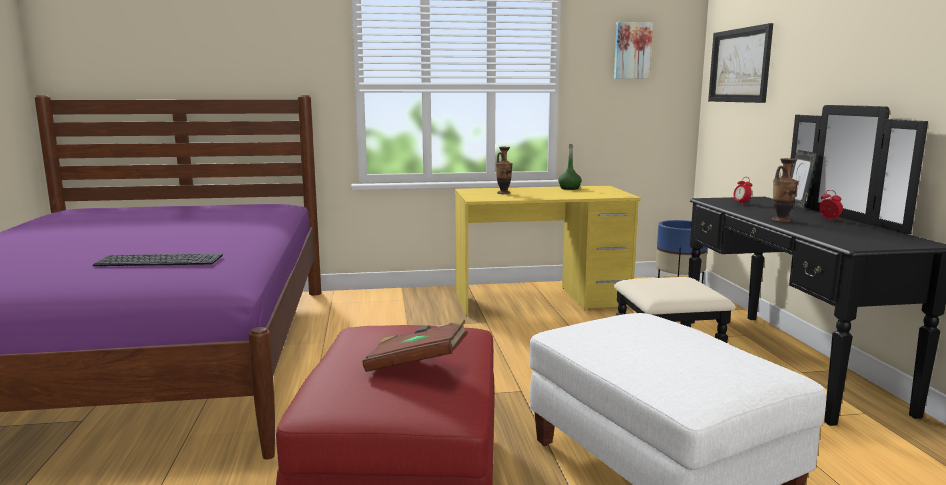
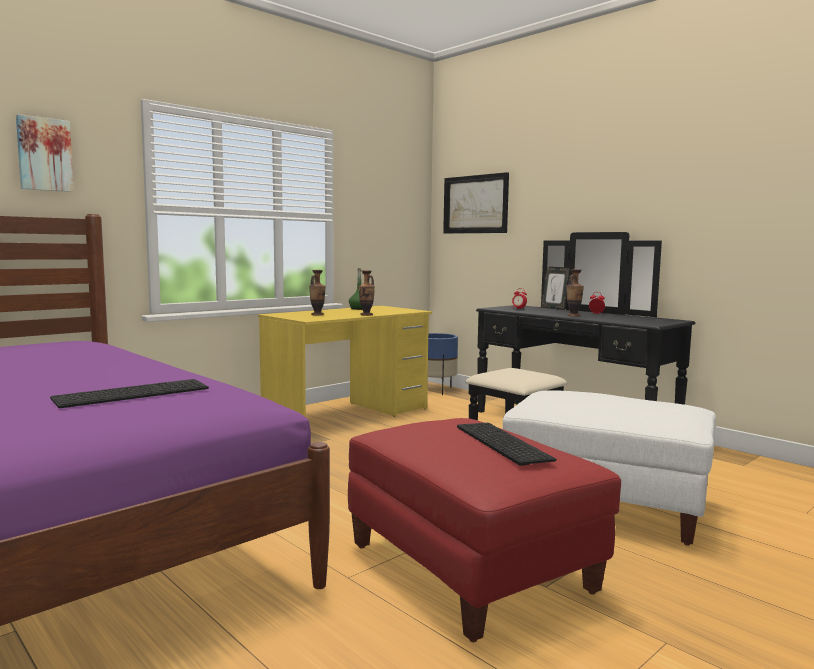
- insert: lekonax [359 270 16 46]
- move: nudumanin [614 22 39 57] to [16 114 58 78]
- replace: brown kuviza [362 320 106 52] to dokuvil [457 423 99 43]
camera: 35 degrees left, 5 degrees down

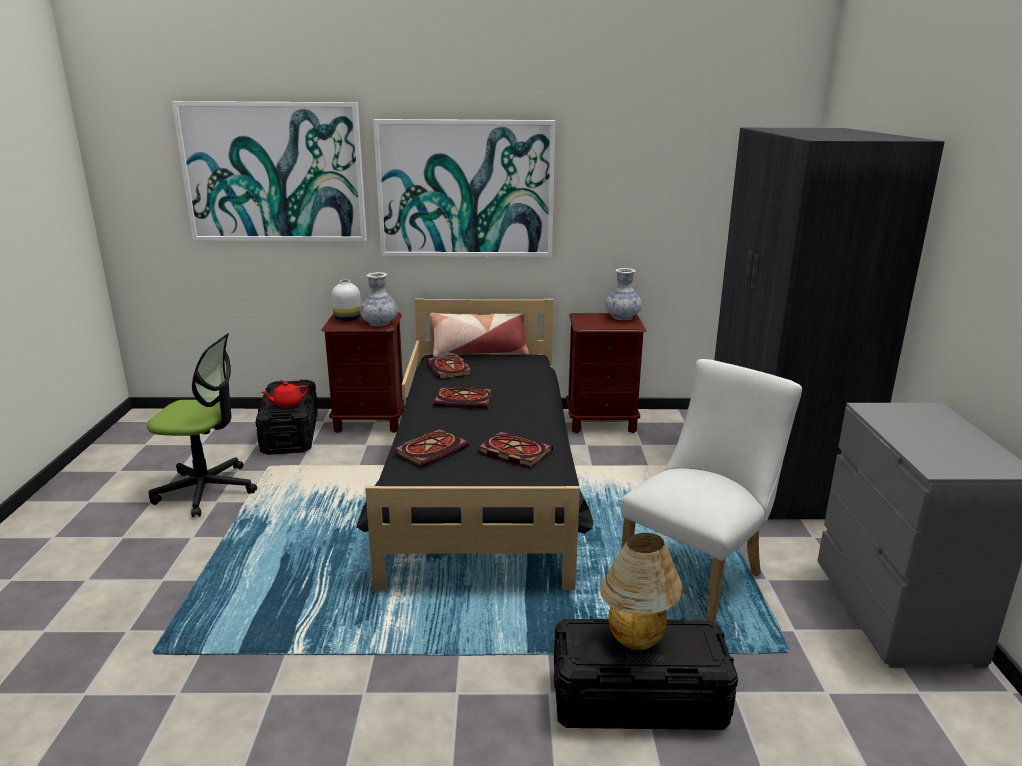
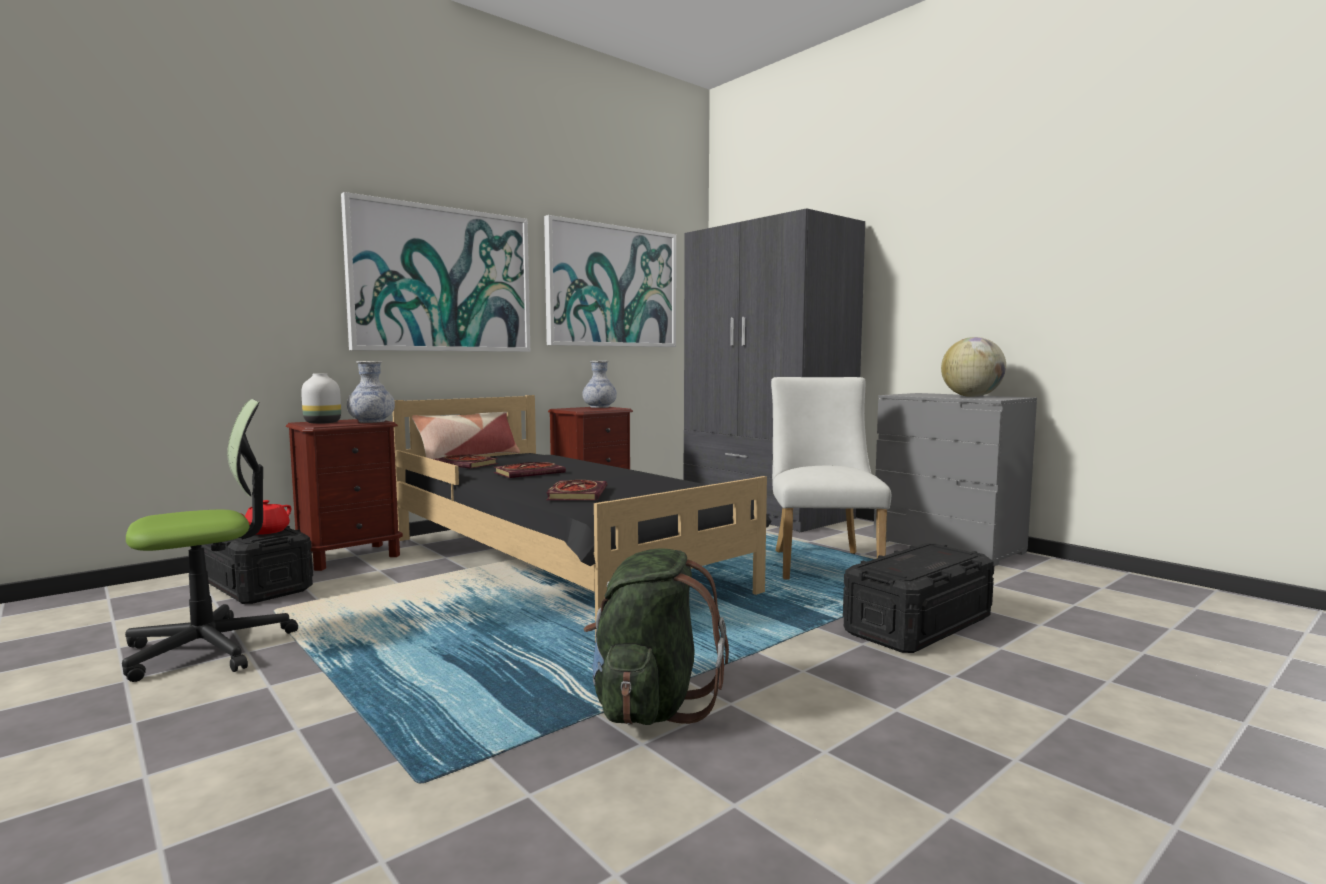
- delete: kuviza [478 431 75 37]
- delete: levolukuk [600 533 83 117]
- insert: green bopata [584 548 145 177]
- insert: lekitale [941 337 65 60]
- move: nudumanin [172 101 195 140] to [544 215 132 132]
camera: 40 degrees left, 15 degrees down

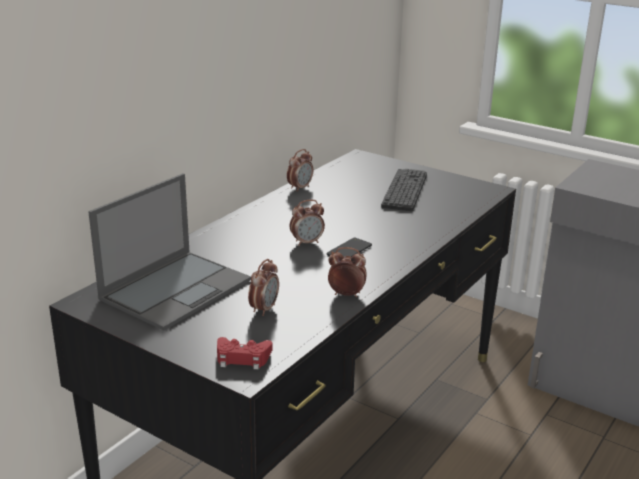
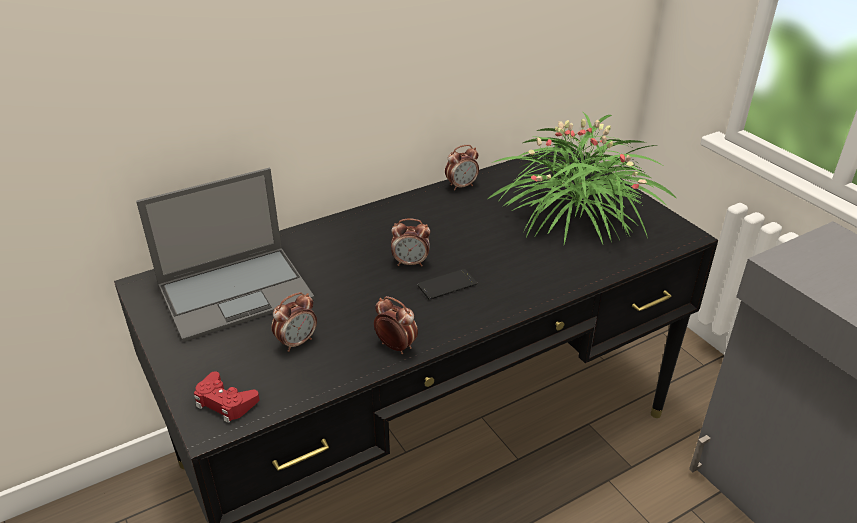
- replace: dokuvil [381 169 46 42] to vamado [488 111 189 133]
camera: 25 degrees right, 10 degrees up

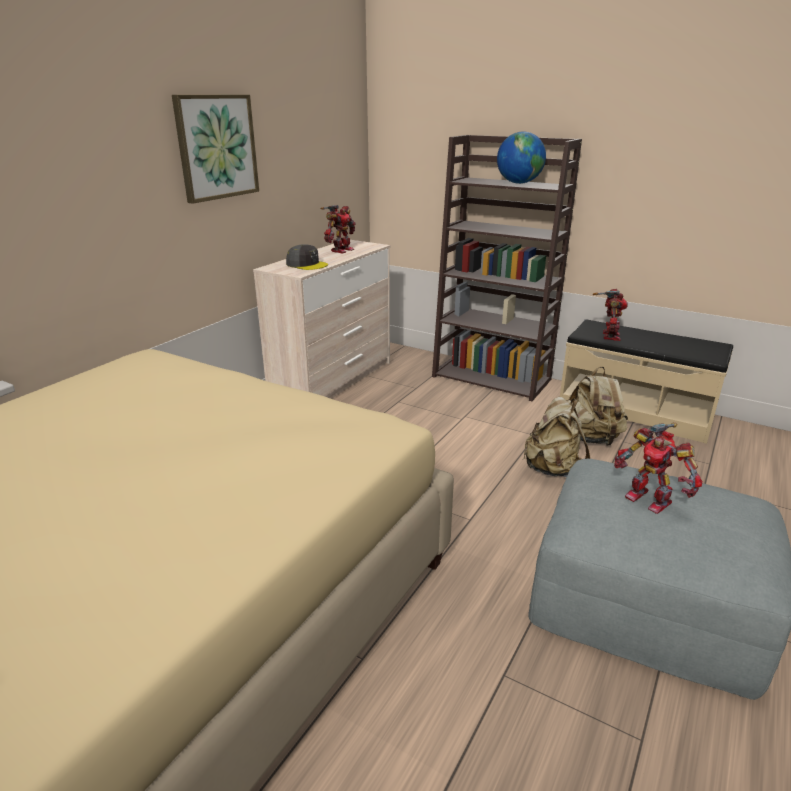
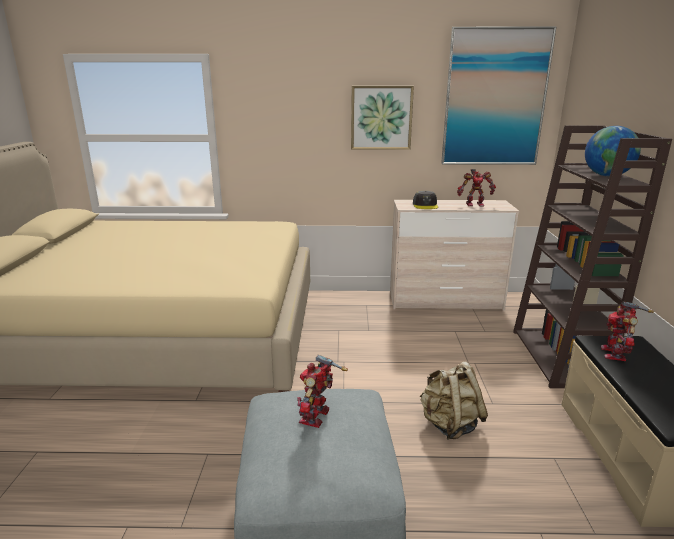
- delete: beige bopata [569 366 59 80]
- insert: nudumanin [441 26 115 139]
- rotate: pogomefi [593 289 34 52] = [601 301 53 60] 120 degrees clockwise
camera: 60 degrees right, 5 degrees down

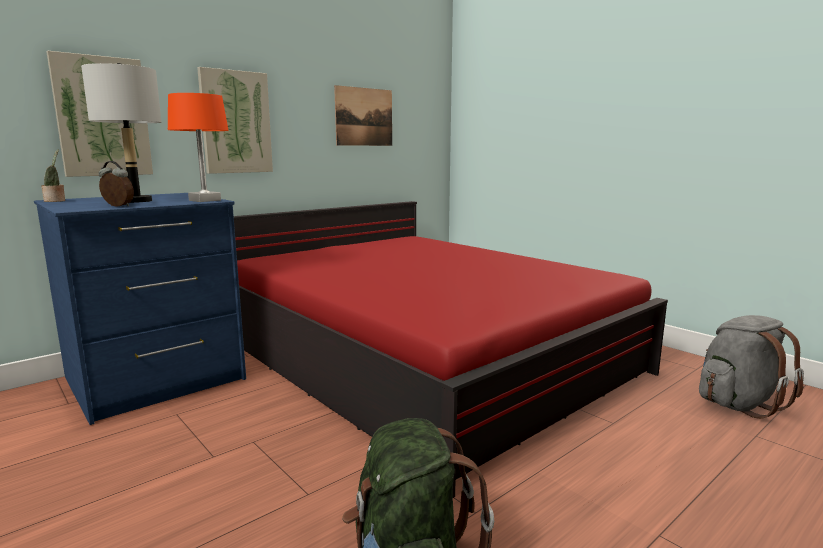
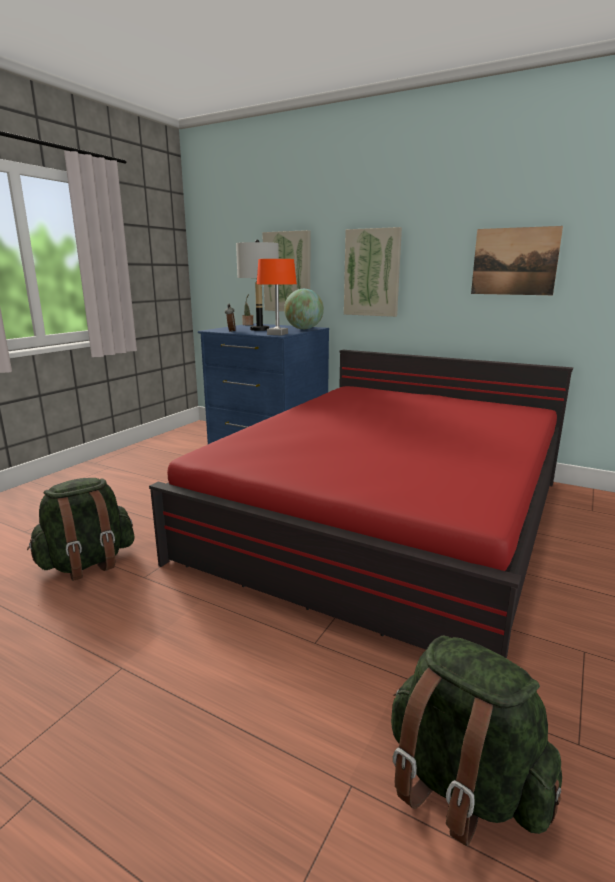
- insert: lekitale [284 289 40 40]
- recolor: grey bopata [699 315 105 104] to green bopata [391 635 171 211]
camera: 70 degrees right, 5 degrees up

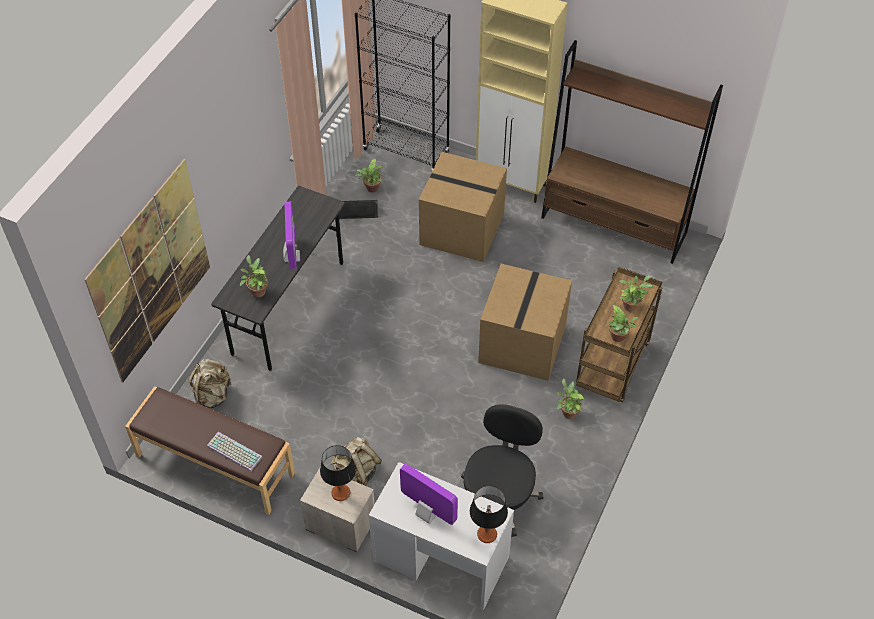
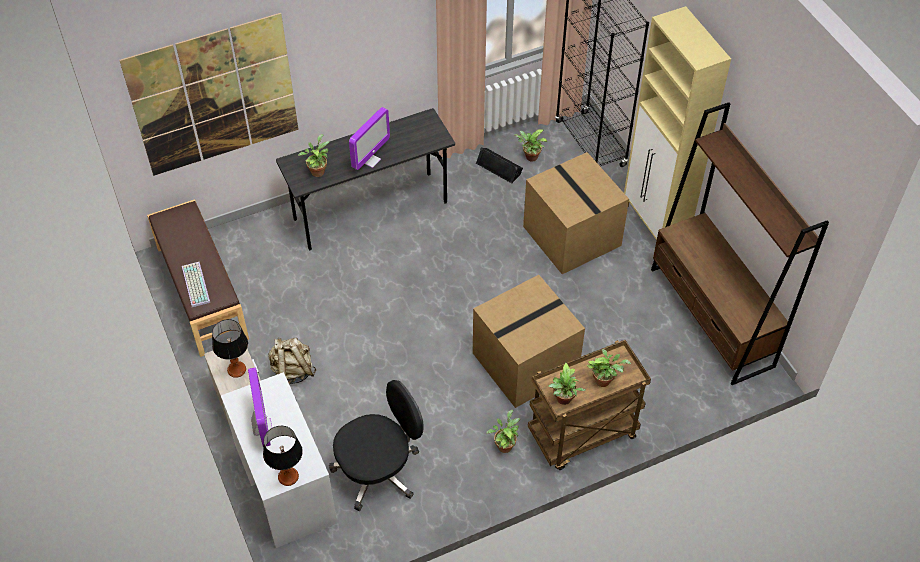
- delete: beige bopata [189 359 43 50]
camera: 40 degrees right, 0 degrees up

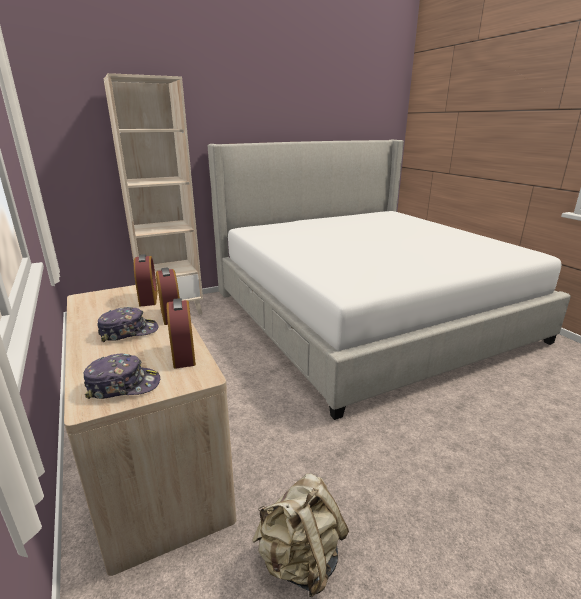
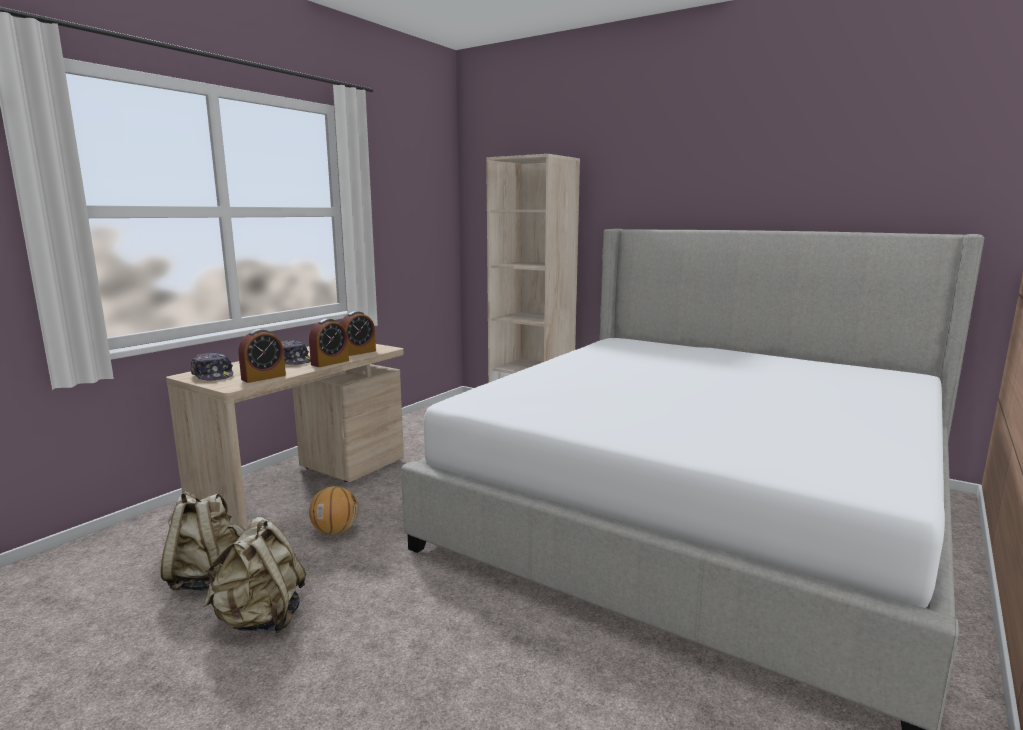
- insert: beige bopata [203 517 103 117]
- insert: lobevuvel [309 486 50 49]
camera: 60 degrees right, 10 degrees down

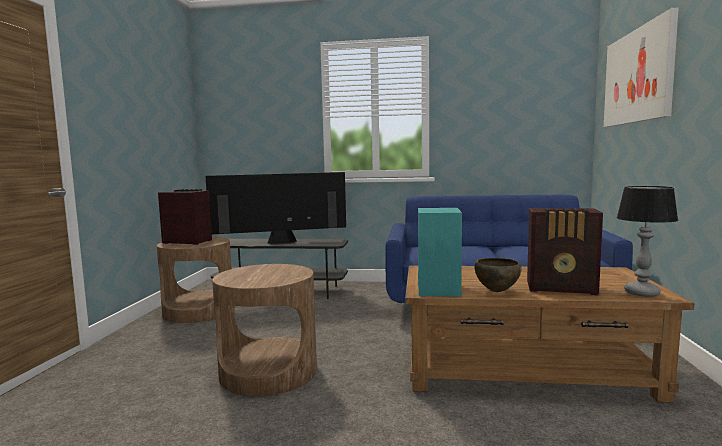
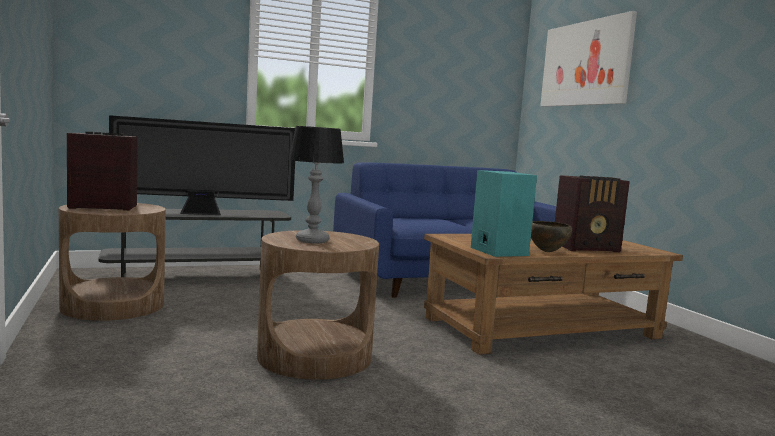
- move: levolukuk [617 186 61 111] to [288 126 56 117]
- rotate: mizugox [205 172 141 73] = [109 115 186 100] 150 degrees counterclockwise
camera: 30 degrees left, 0 degrees up

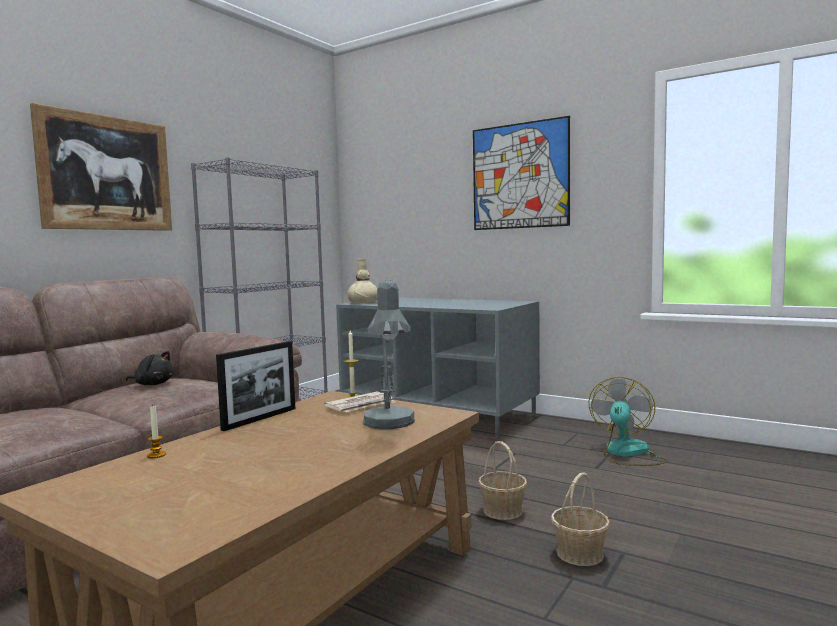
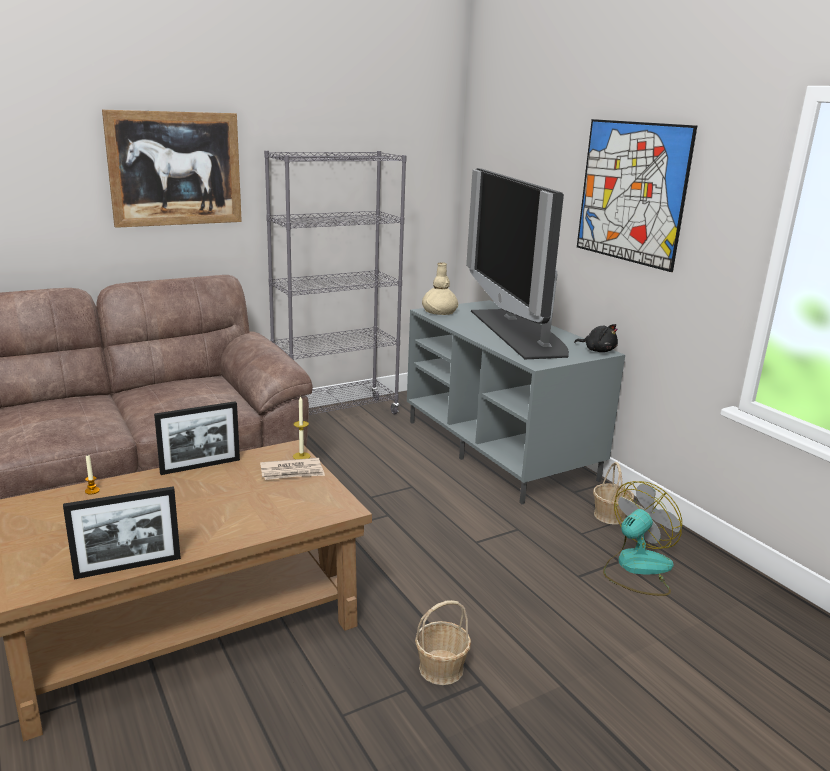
- delete: grey levolukuk [363 280 52 149]
- insert: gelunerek [63 486 118 93]
- insert: mizugox [466 168 103 191]
- move: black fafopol [126 351 48 34] to [574 324 44 28]
- move: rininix [478 441 49 79] to [593 462 41 63]
camera: 25 degrees right, 15 degrees up

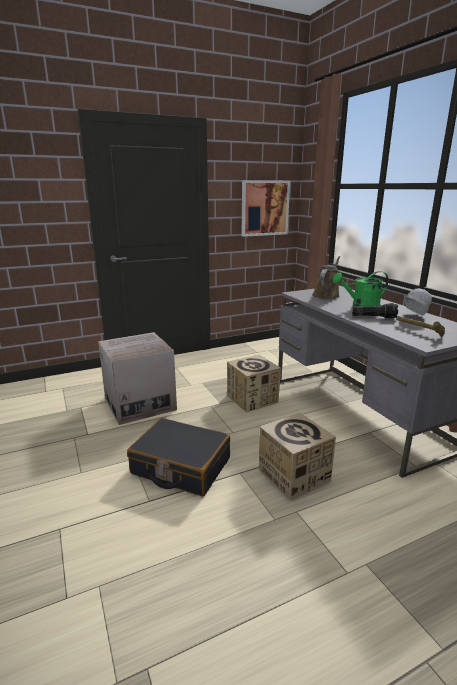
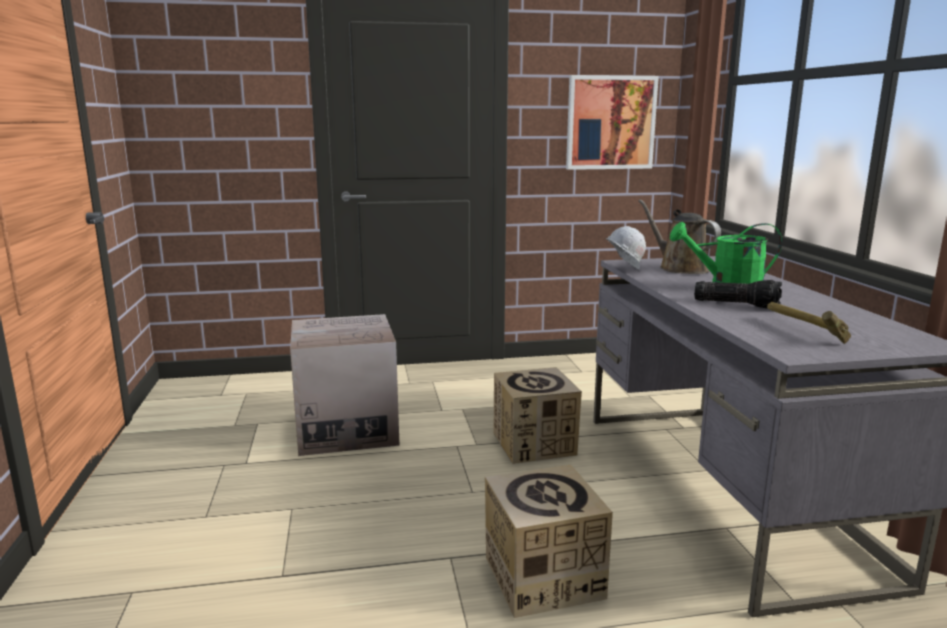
- delete: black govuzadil [127 418 103 78]
- move: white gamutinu [404 288 28 28] to [606 226 40 44]
- rotate: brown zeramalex [312 256 28 43] = [638 199 83 75] 75 degrees counterclockwise
camera: 15 degrees right, 5 degrees down

